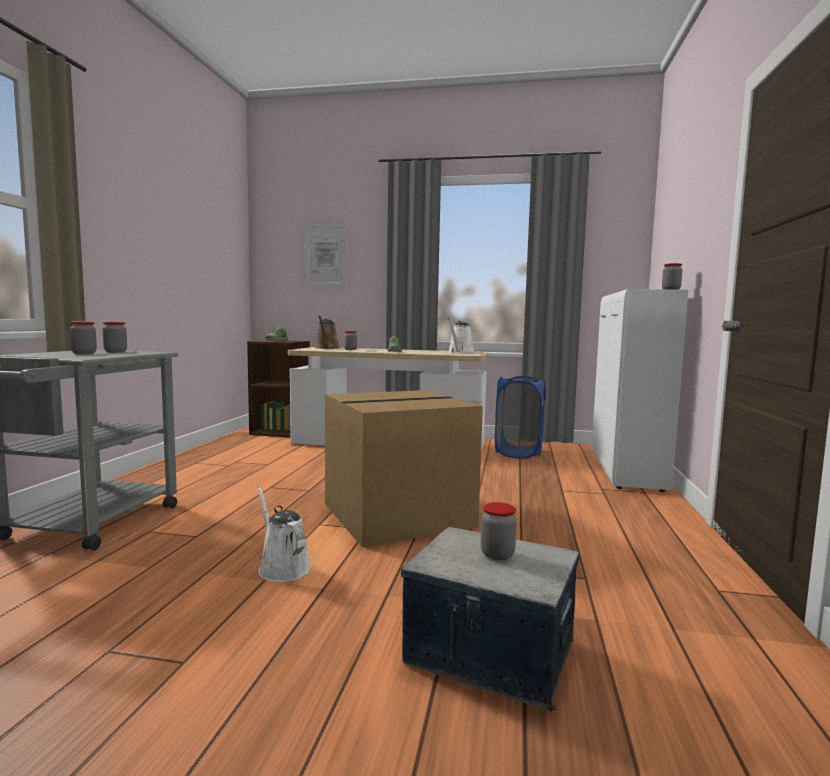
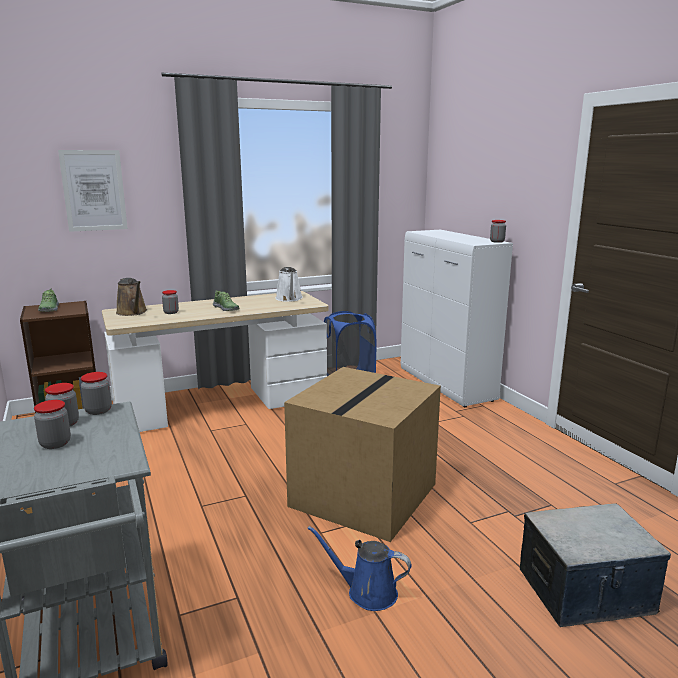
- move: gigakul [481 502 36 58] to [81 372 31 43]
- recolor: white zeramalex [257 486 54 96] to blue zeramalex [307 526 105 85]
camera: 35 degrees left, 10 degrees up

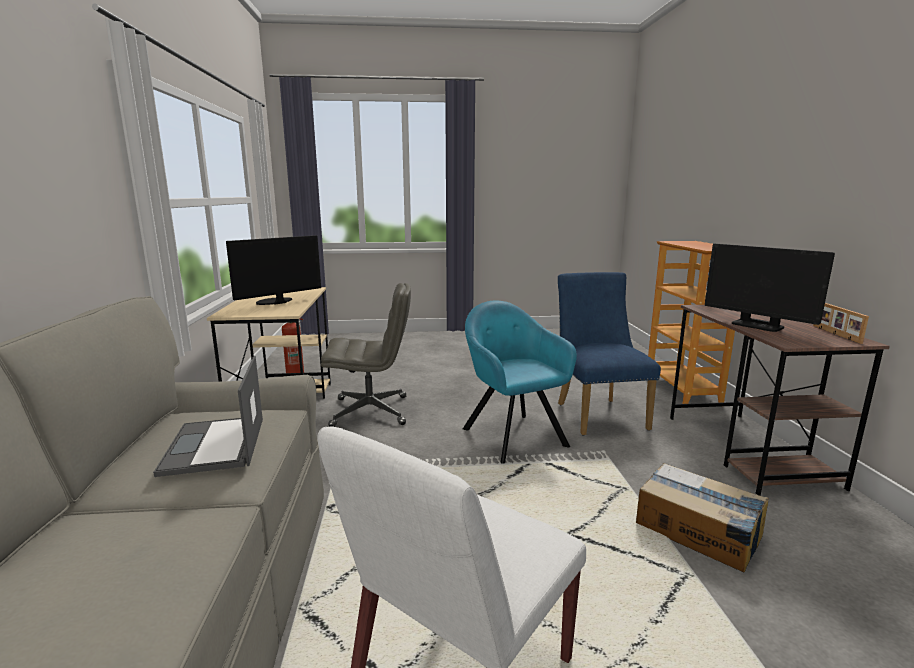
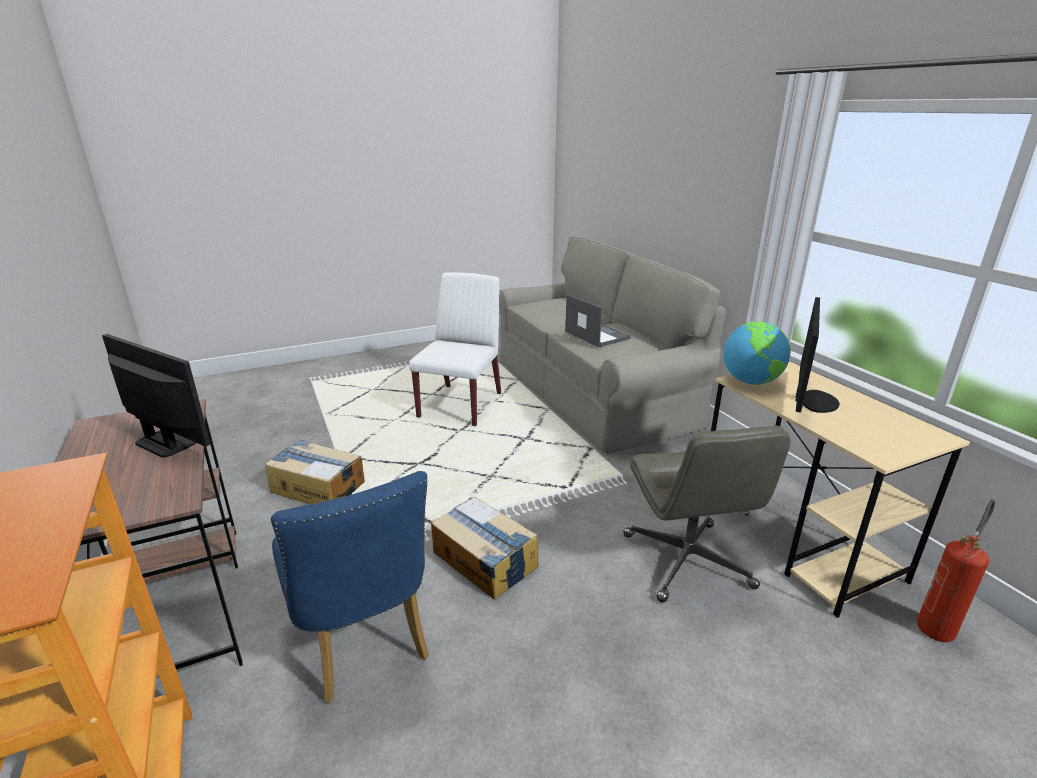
- delete: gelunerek [813 303 56 41]
- insert: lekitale [723 321 68 64]
- replace: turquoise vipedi [463 301 114 163] to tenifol [431 497 108 103]
- rotate: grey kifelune [321 283 90 144] = [623 426 168 176] 75 degrees counterclockwise
camera: 160 degrees right, 10 degrees up

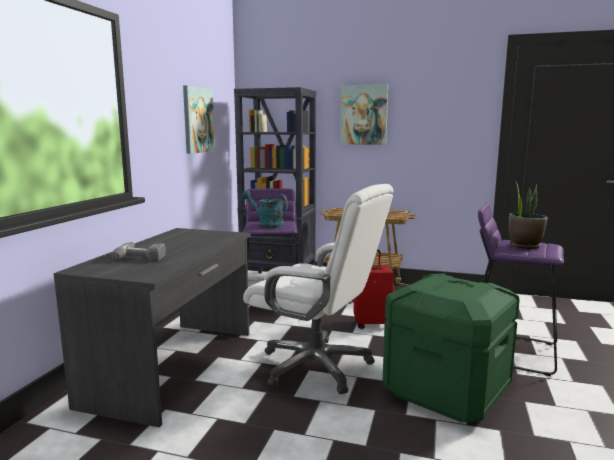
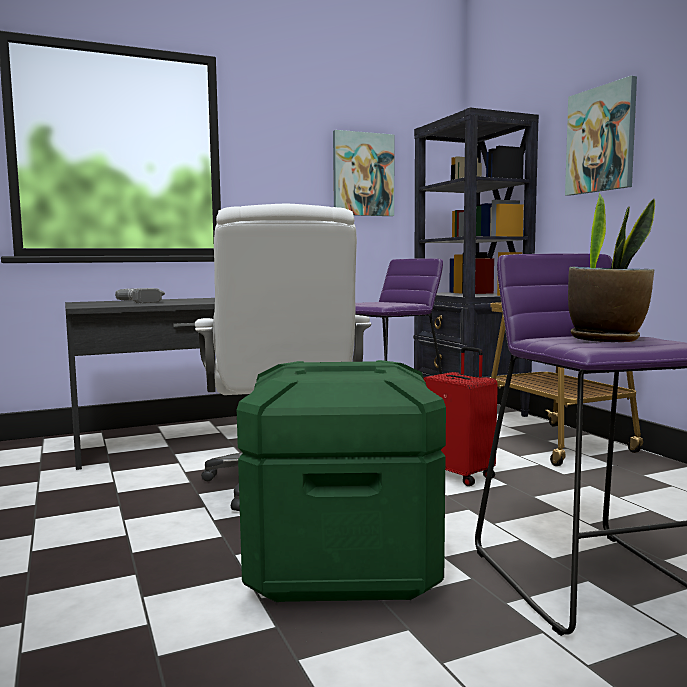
- delete: turquoise zeramalex [242 190 46 38]
camera: 50 degrees right, 5 degrees down

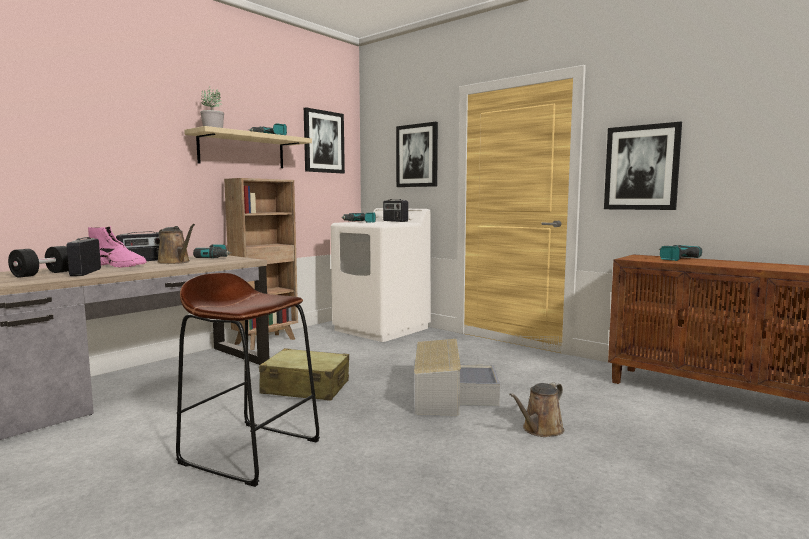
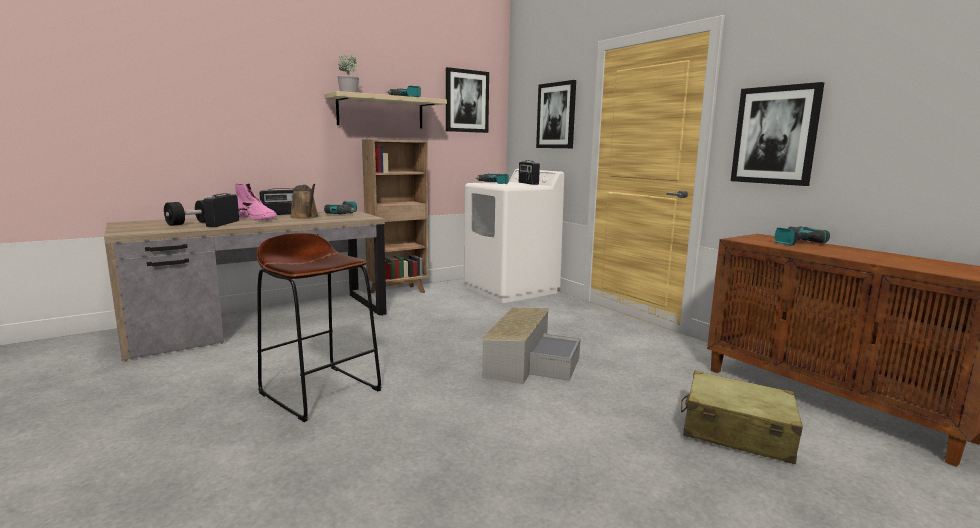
- delete: brown zeramalex [509 382 55 55]
- move: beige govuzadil [259 348 90 53] to [681 371 122 93]
camera: 15 degrees right, 5 degrees up

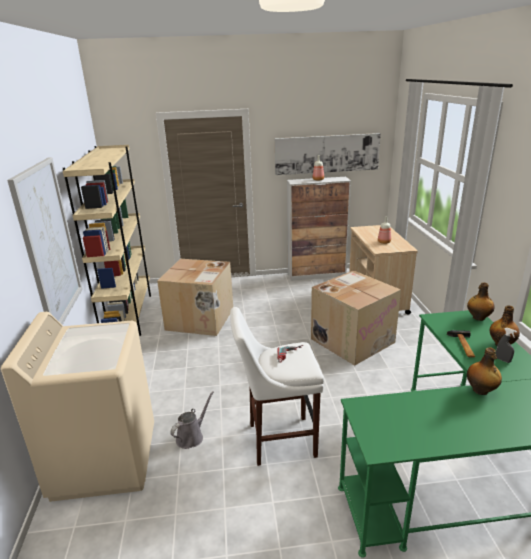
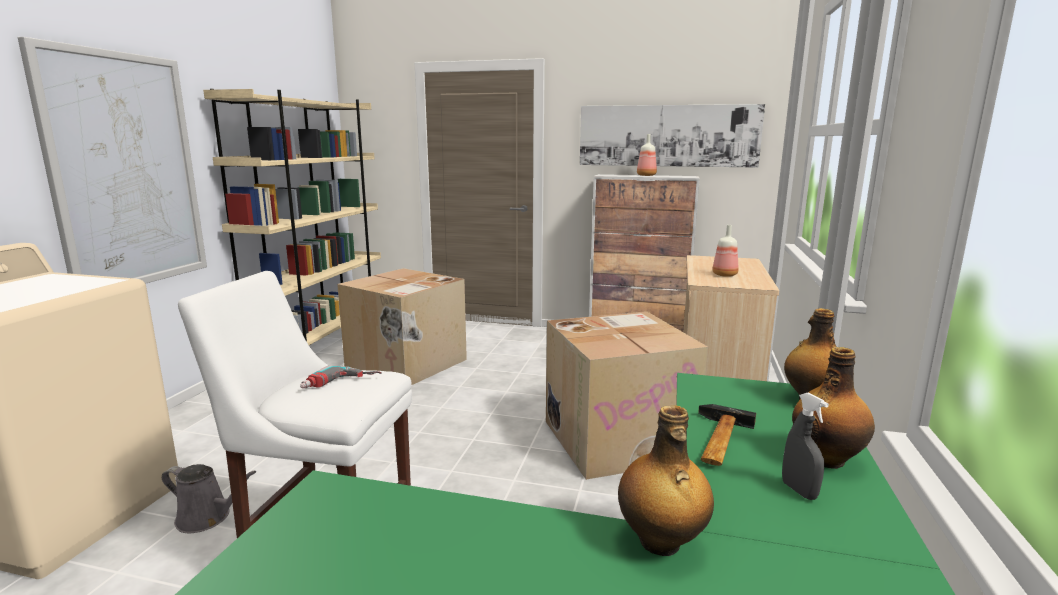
- rotate: grey zeramalex [170 391 44 58] = [162 464 94 69] 45 degrees clockwise
camera: 20 degrees right, 10 degrees down

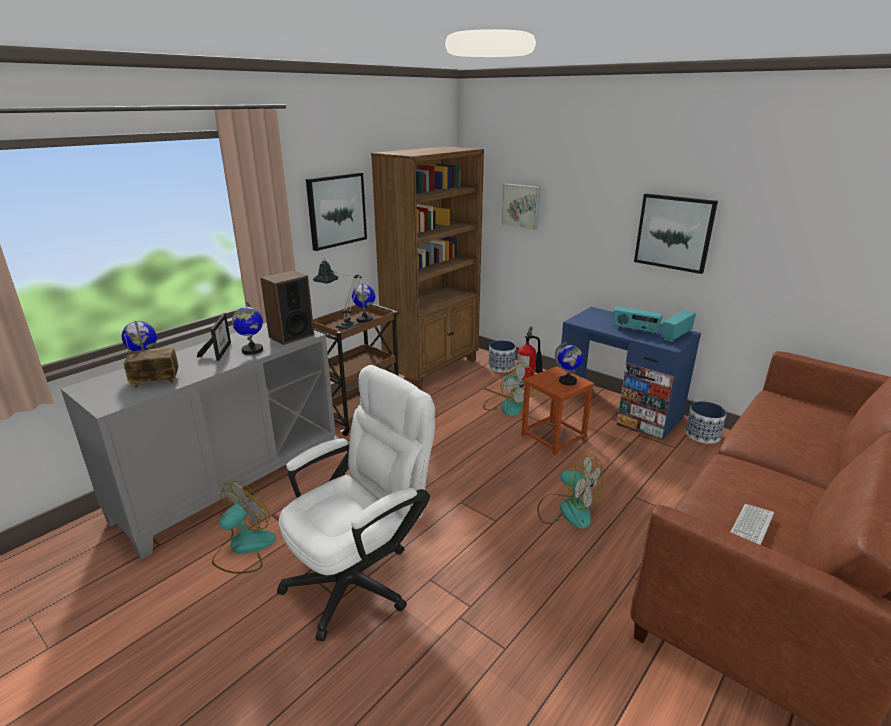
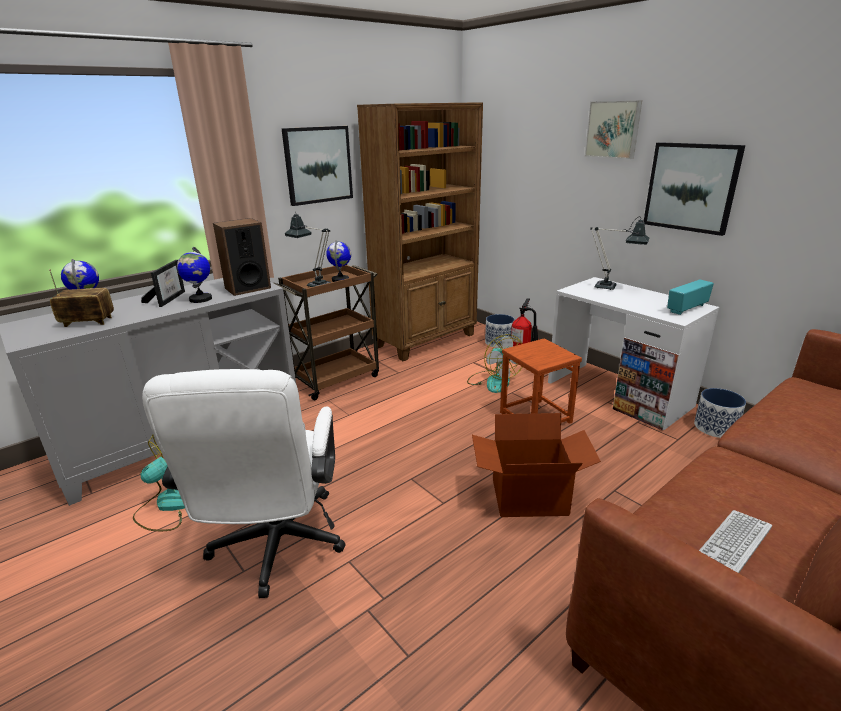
- delete: lekitale [555 342 28 43]
- delete: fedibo [613 306 50 29]
- insert: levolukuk [590 216 60 74]
- move: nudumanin [501 184 40 46] to [585 101 57 58]
- replace: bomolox [537 453 66 76] to tenifol [472 413 129 104]
- recolor: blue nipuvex [561 307 140 134] to white nipuvex [548 277 171 154]
- rotate: white kifelune [277 365 158 276] = [142 369 203 229] 120 degrees clockwise
camera: 10 degrees right, 0 degrees up

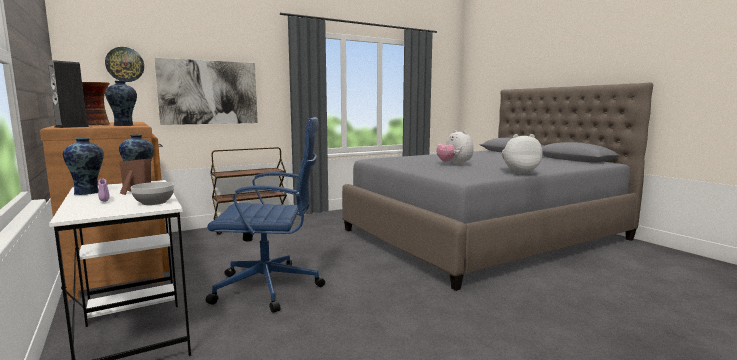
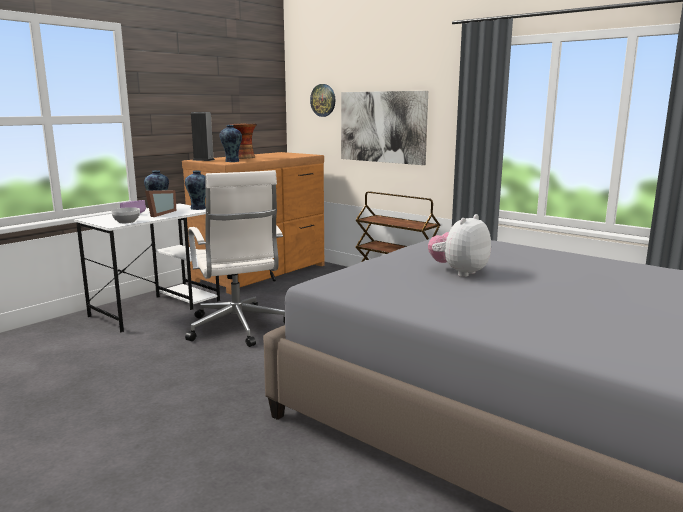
- delete: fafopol [502 134 40 40]
- recolor: blue kifelune [206 117 119 196] to white kifelune [185 170 100 177]
camera: 70 degrees right, 5 degrees up

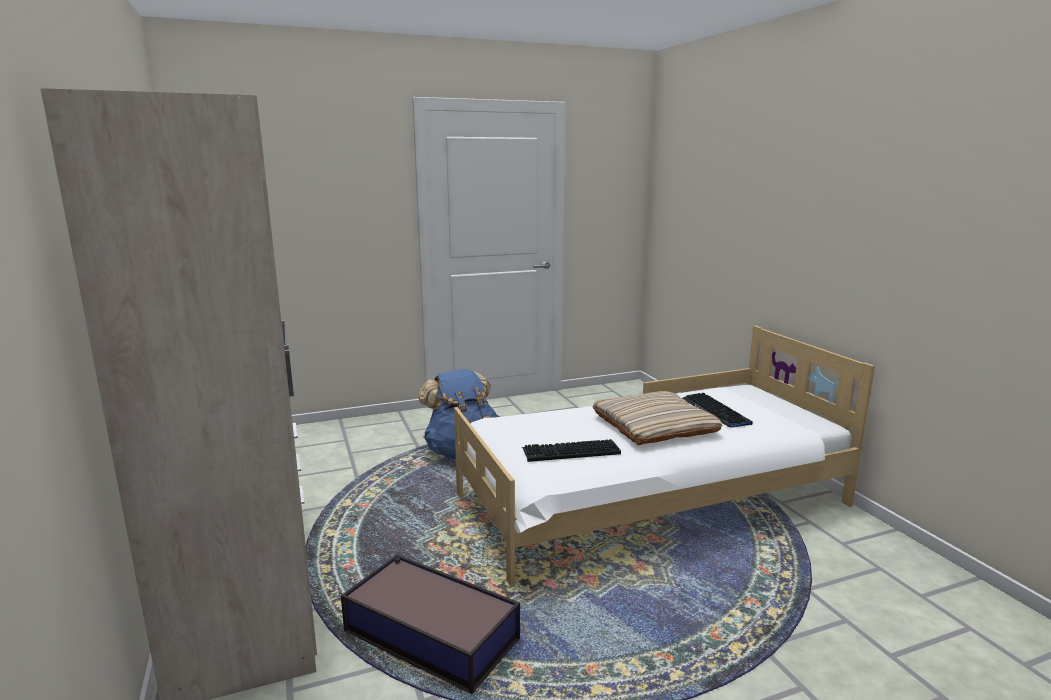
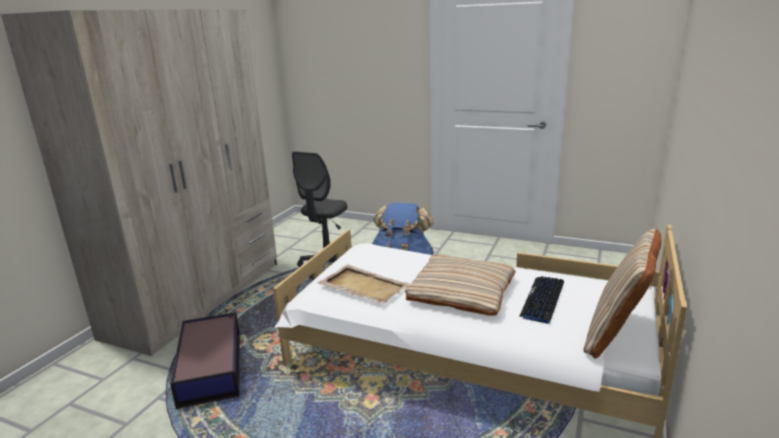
- insert: grey kifelune [292 151 55 129]
- insert: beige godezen [583 229 78 130]
- replace: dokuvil [522 439 99 23] to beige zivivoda [317 264 94 40]
camera: 45 degrees right, 5 degrees up

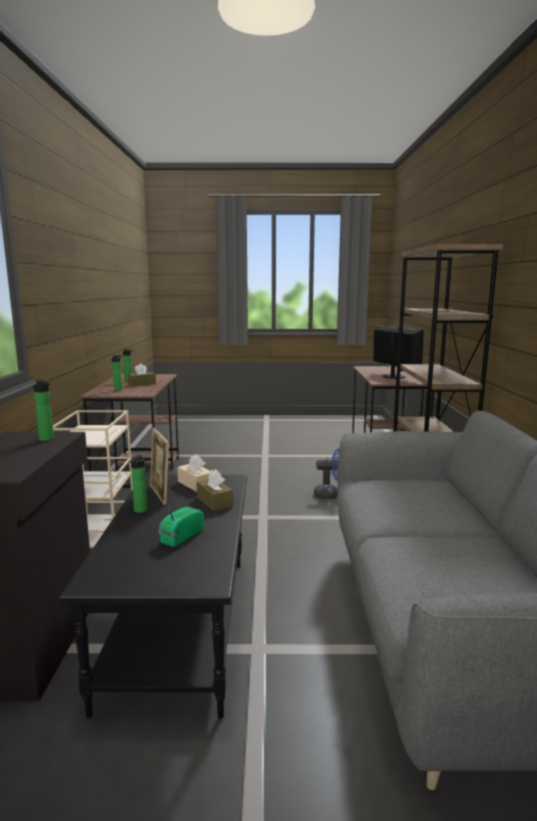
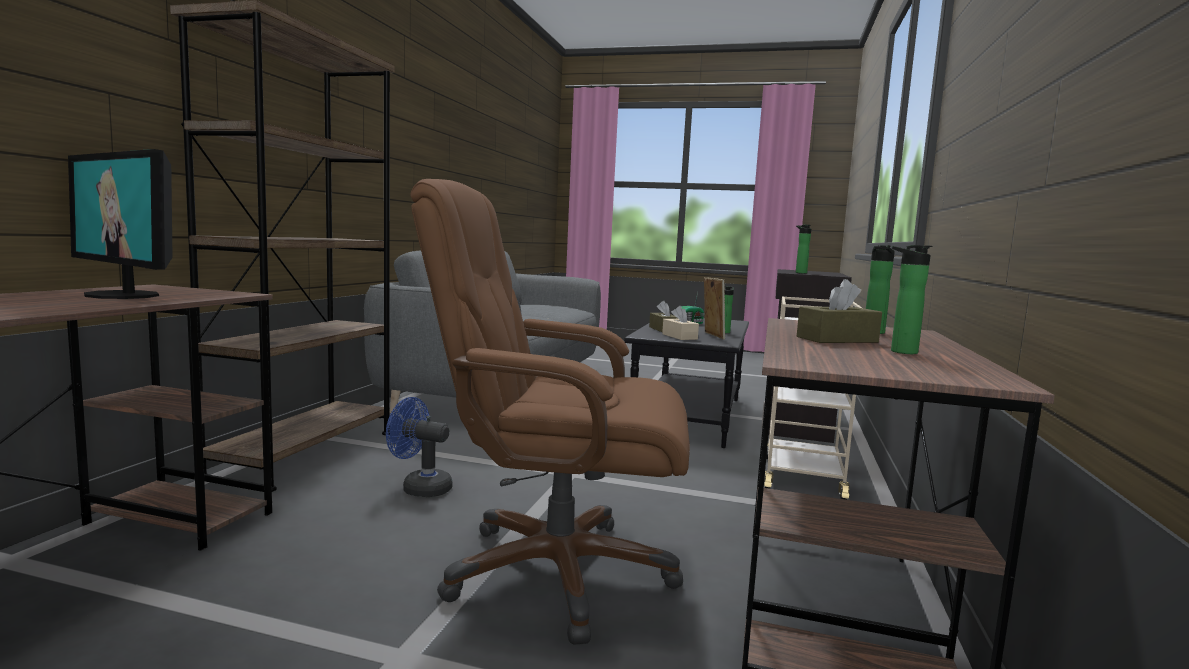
- insert: brown kifelune [410 179 280 466]
- rotate: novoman [373 325 51 54] = [68 149 105 150] 45 degrees counterclockwise
camera: 165 degrees left, 5 degrees down

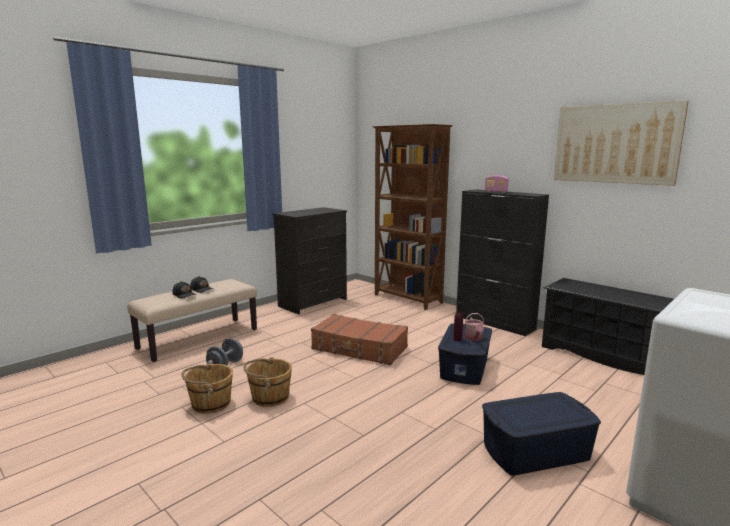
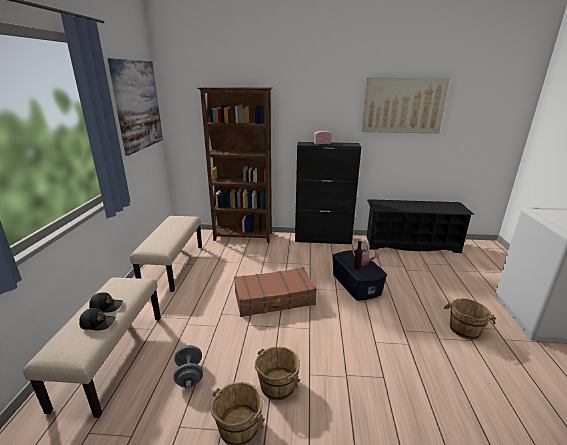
- insert: nudumanin [108 58 55 98]
- replace: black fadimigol [272 207 75 108] to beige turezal [130 216 72 76]
- replace: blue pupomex [482 392 119 83] to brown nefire [444 298 52 41]
camera: 40 degrees left, 10 degrees up

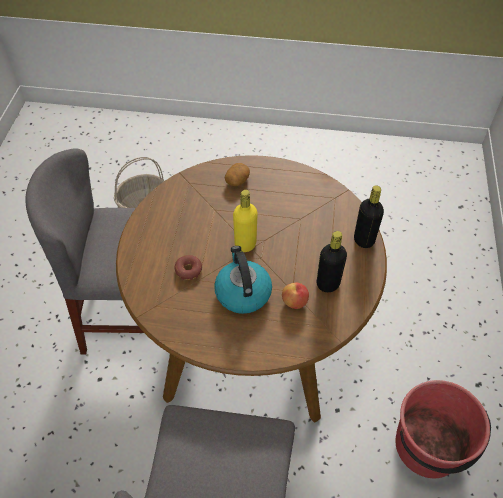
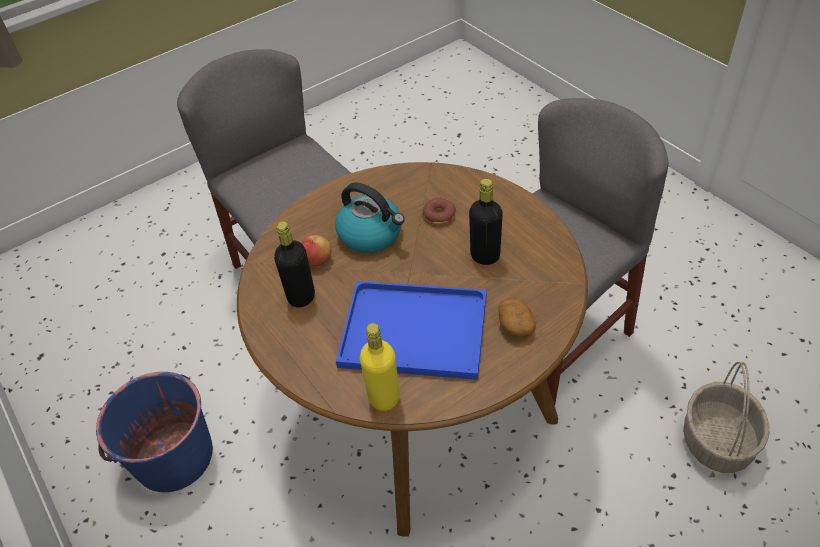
- insert: blue zivivoda [336 281 150 99]
- move: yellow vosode [233 190 25 62] to [360 323 40 88]
- move: black vosode [354 185 30 63] to [469 179 34 86]
- recolor: red nefire [396 380 95 98] to blue nefire [96 372 117 120]
camera: 140 degrees right, 5 degrees down

